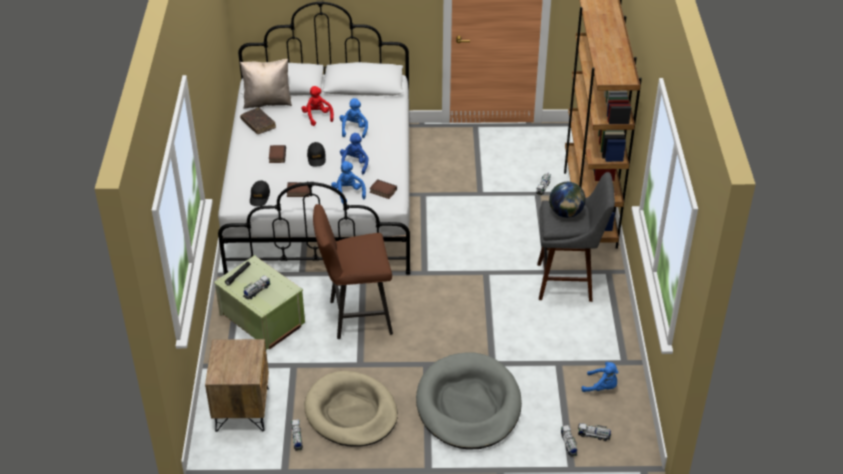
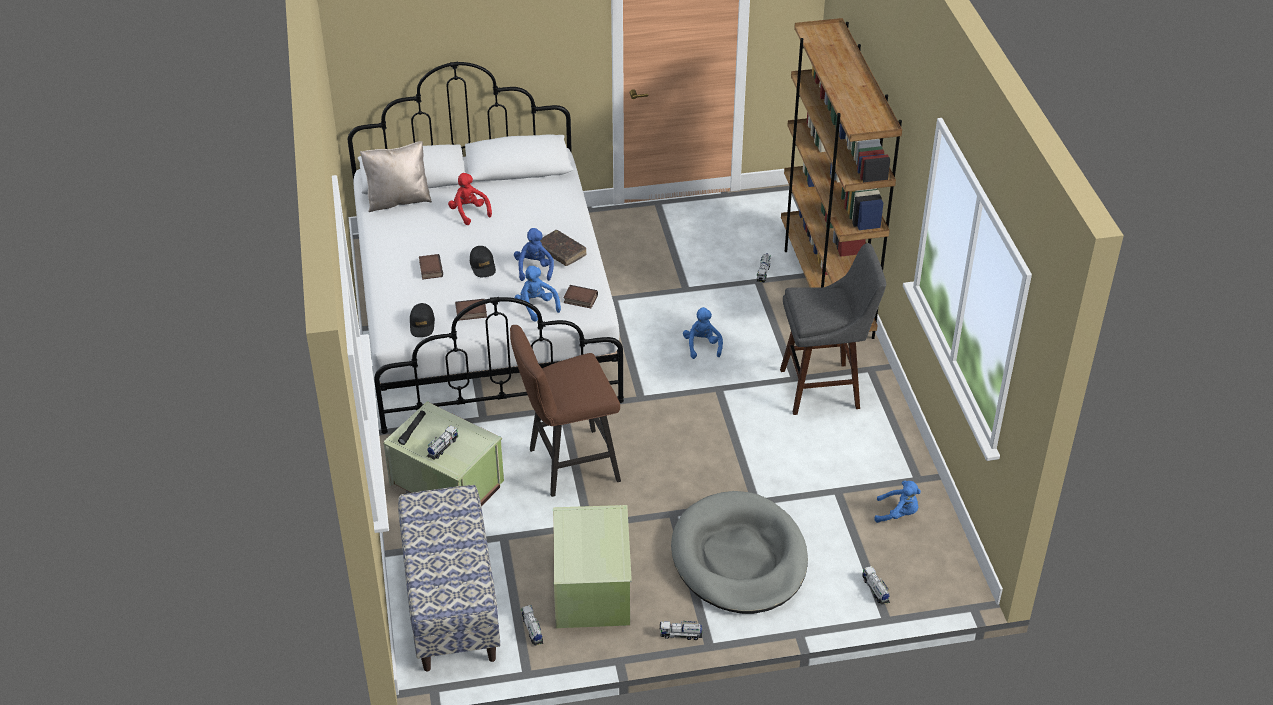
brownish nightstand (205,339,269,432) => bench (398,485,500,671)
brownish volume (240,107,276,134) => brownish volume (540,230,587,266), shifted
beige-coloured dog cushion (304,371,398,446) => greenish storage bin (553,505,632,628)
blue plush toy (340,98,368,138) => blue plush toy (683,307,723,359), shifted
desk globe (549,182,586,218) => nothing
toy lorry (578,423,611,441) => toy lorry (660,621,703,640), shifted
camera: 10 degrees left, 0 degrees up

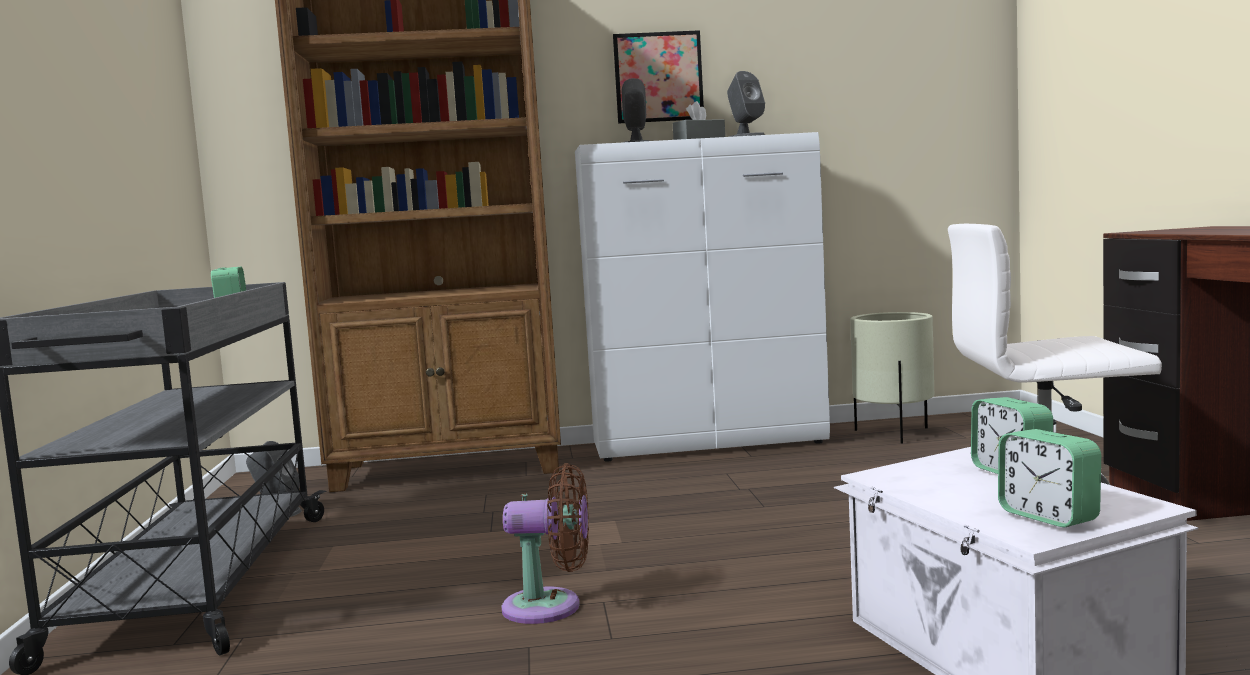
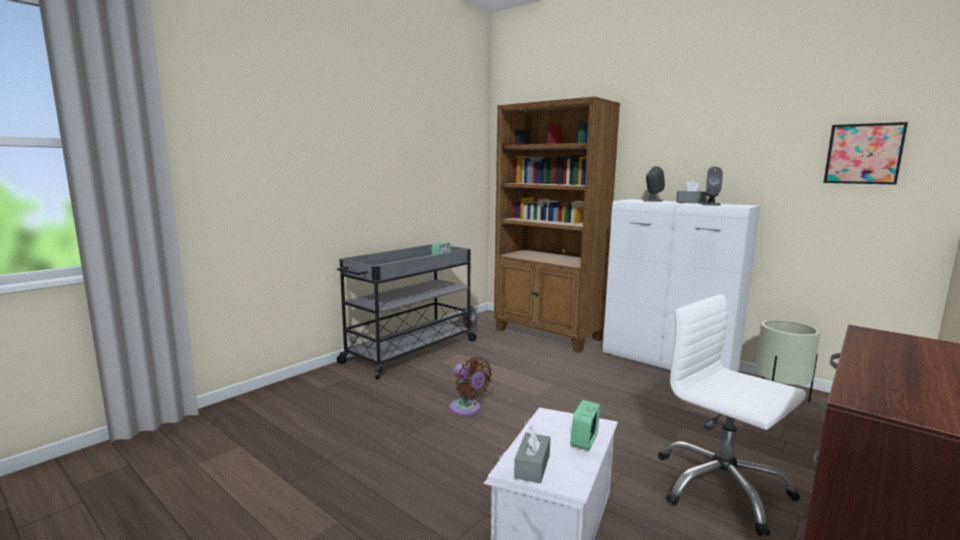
wall art (613,30,704,124) => wall art (823,122,908,185), shifted
bedside clock (998,429,1101,528) => grey tissue holder (514,427,550,483)
camera: 45 degrees right, 5 degrees up

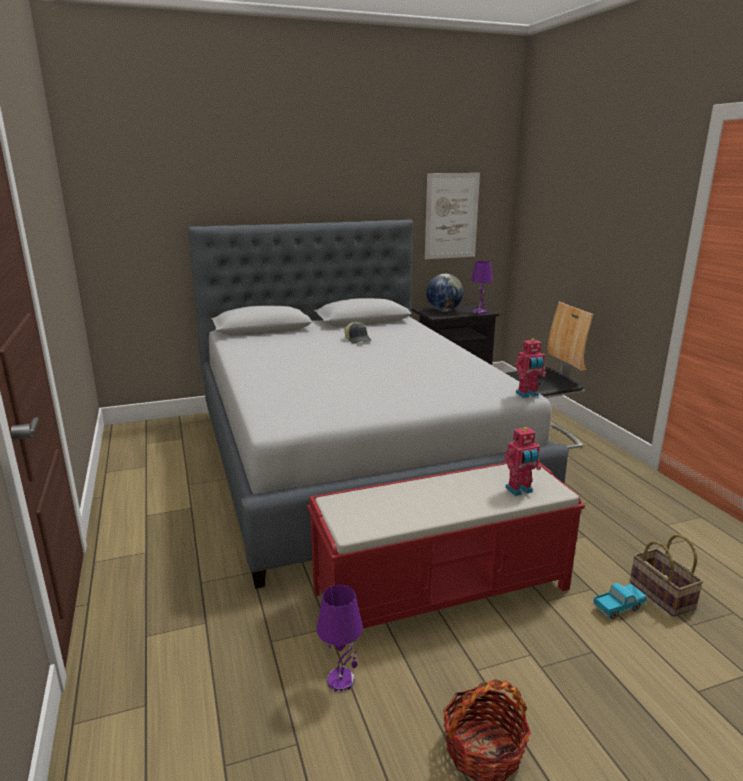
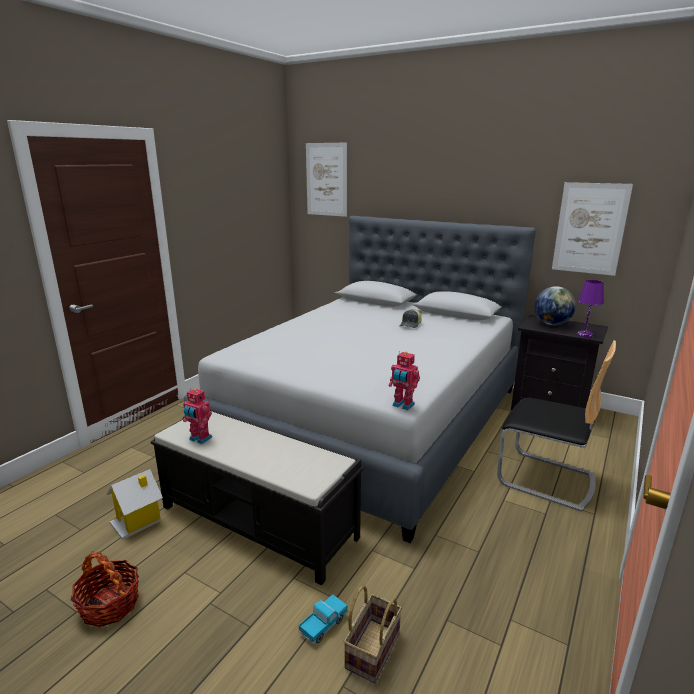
reddish bench (307,462,585,649) => black bench (151,409,364,586)
purple lamp for a table (317,585,363,692) => toy house (107,469,163,540)
robot figure (504,427,541,496) => robot figure (183,388,212,444), shifted
toy lorry (593,583,647,619) => toy lorry (298,595,348,645), 75 degrees counterclockwise
nothing => wall art (306,143,347,217)
camera: 50 degrees right, 0 degrees up

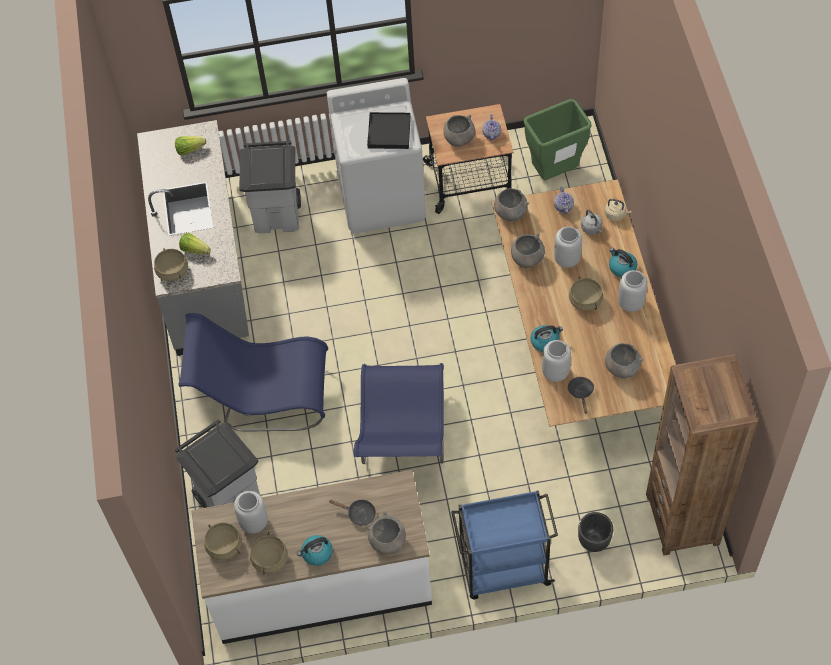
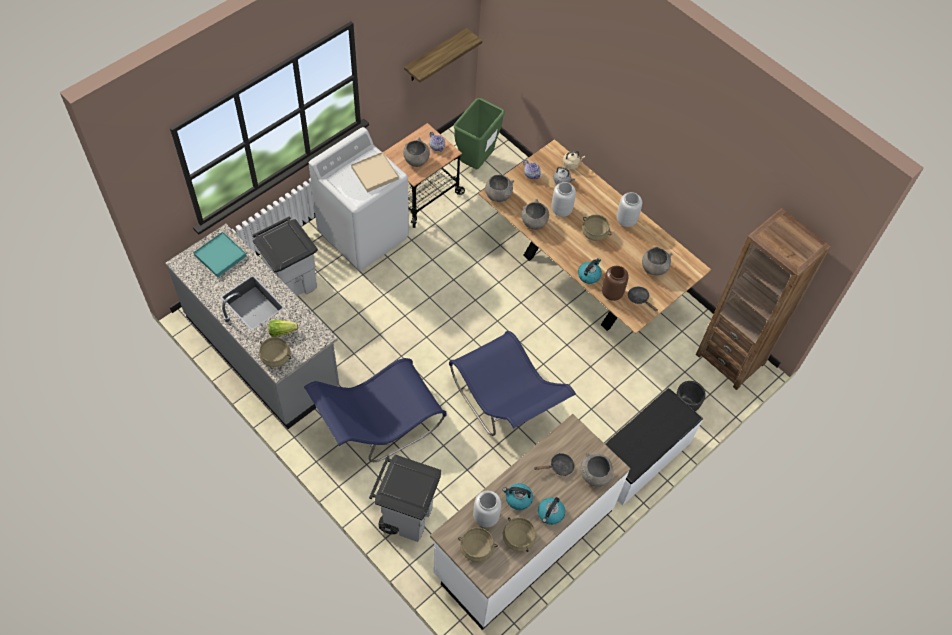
head of lettuce (175,136,206,155) => blue-green carrying tray (193,232,247,277)
black carrying tray (367,112,411,149) => beige-coloured carrying tray (351,152,399,192)
blue trolley (451,490,558,599) => white bench (605,388,703,506)
grey vase (542,340,571,382) => brownish vase (602,266,629,301)
water kettle (609,248,637,277) => water kettle (503,483,533,510), shifted
nothing => bracket shelf (404,28,482,83)
camera: 40 degrees left, 0 degrees up

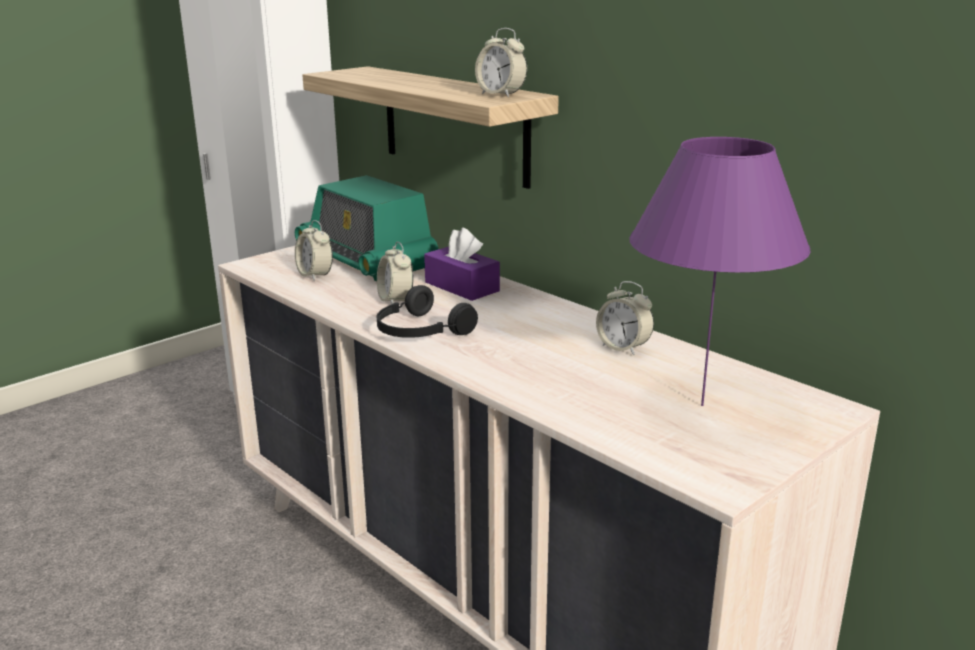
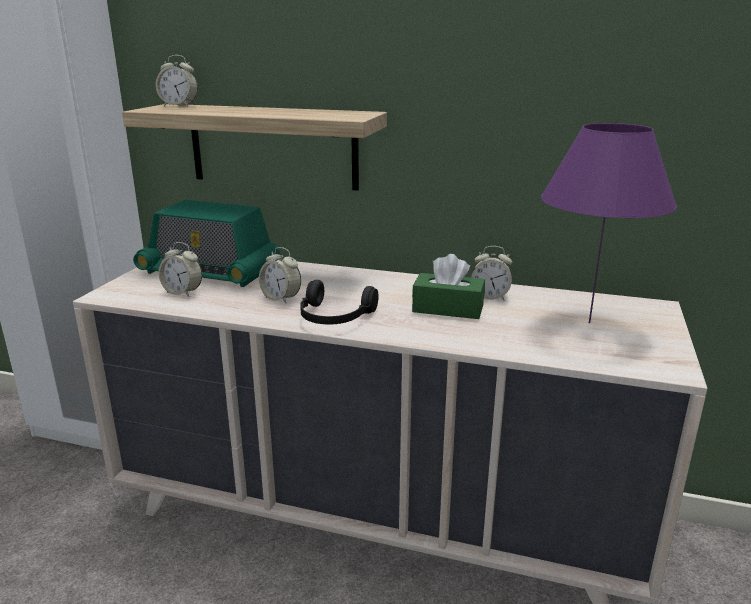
purple tissue holder (424,227,500,301) => nothing
bedside clock (475,28,527,97) => bedside clock (156,55,198,106), shifted
nothing => greenish tissue holder (412,254,485,319)
camera: 30 degrees left, 0 degrees up

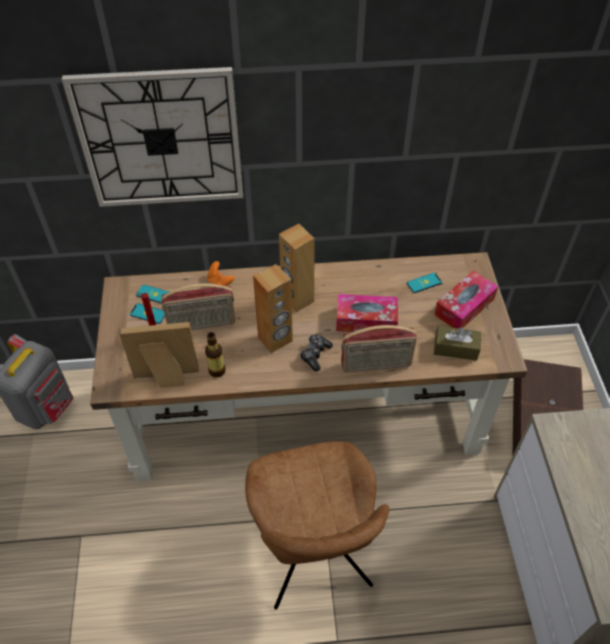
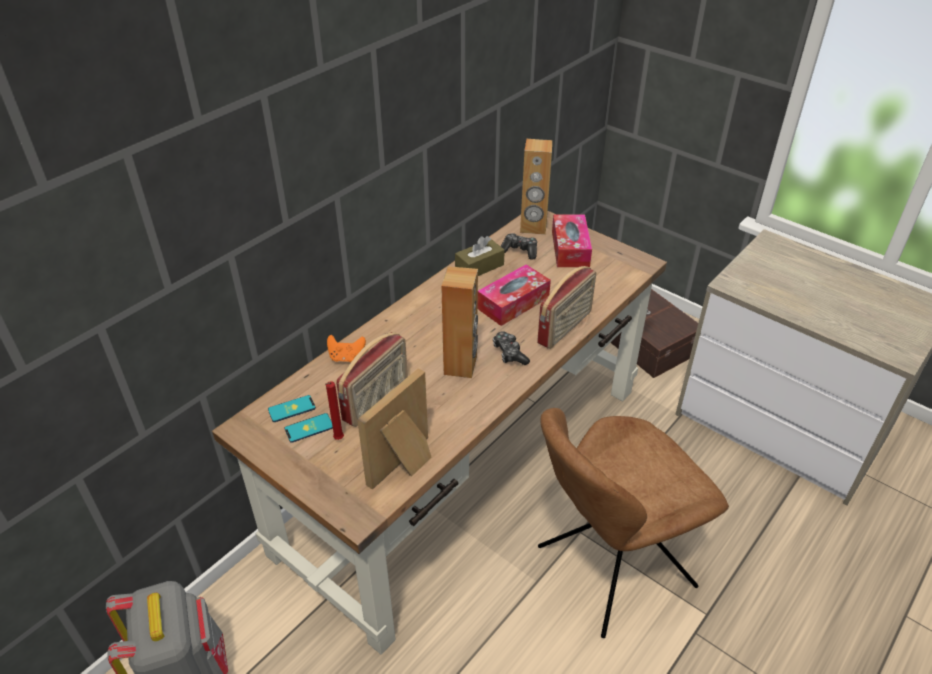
wall clock (62,67,243,207) => nothing
beverage bottle (205,332,225,378) => nothing
brownish plain chair (245,441,389,610) => brownish plain chair (538,408,729,638), 120 degrees clockwise
brownish loudspeaker (279,223,315,312) => brownish loudspeaker (520,139,552,235), shifted
telephone (407,273,442,293) => gamepad (501,233,537,260)
brownish tissue holder (434,326,481,361) => brownish tissue holder (455,236,505,276), shifted
camera: 45 degrees left, 10 degrees down

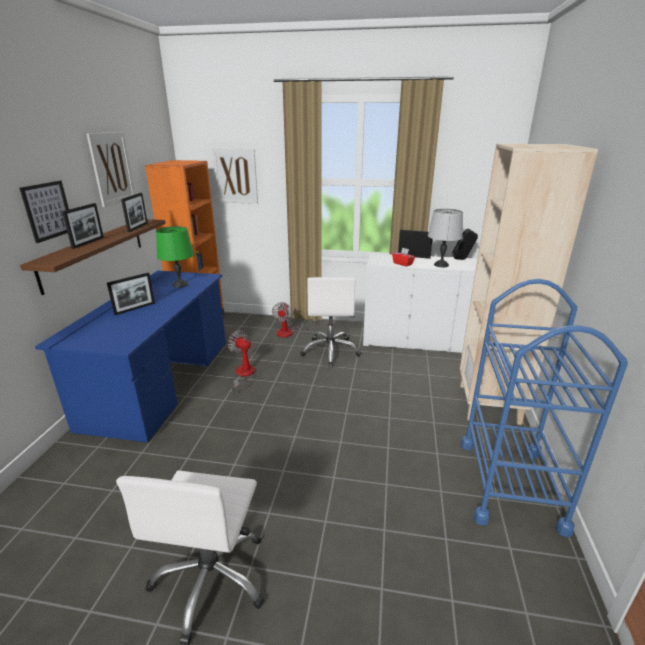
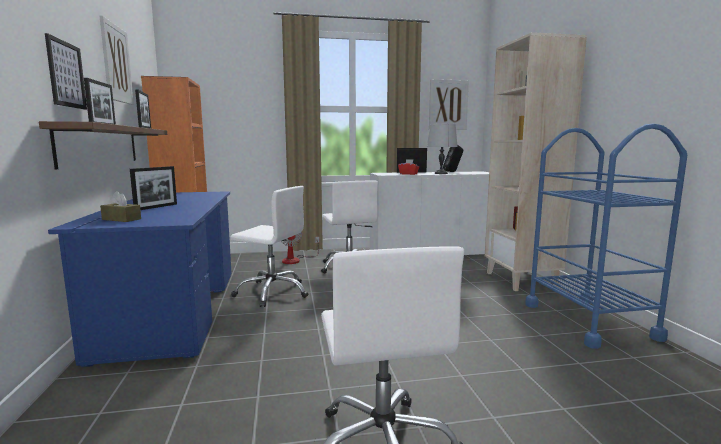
greenish lamp for a table (156,226,194,288) => nothing
wall art (212,149,258,204) => wall art (429,79,469,130), shifted
electric fan (228,330,255,394) => white office chair (230,186,308,307)
nothing => brownish tissue holder (100,191,141,222)
camera: 20 degrees left, 15 degrees down

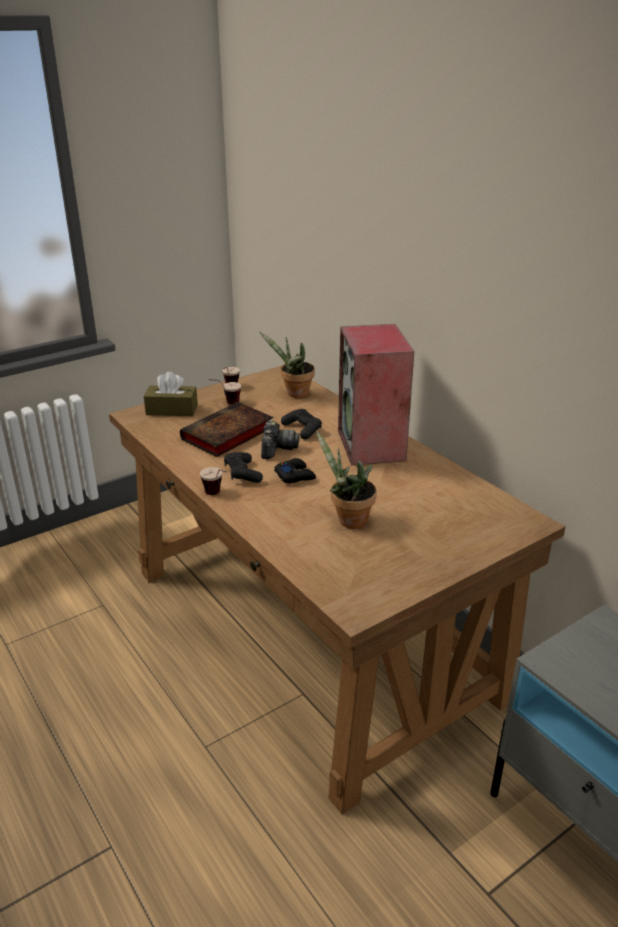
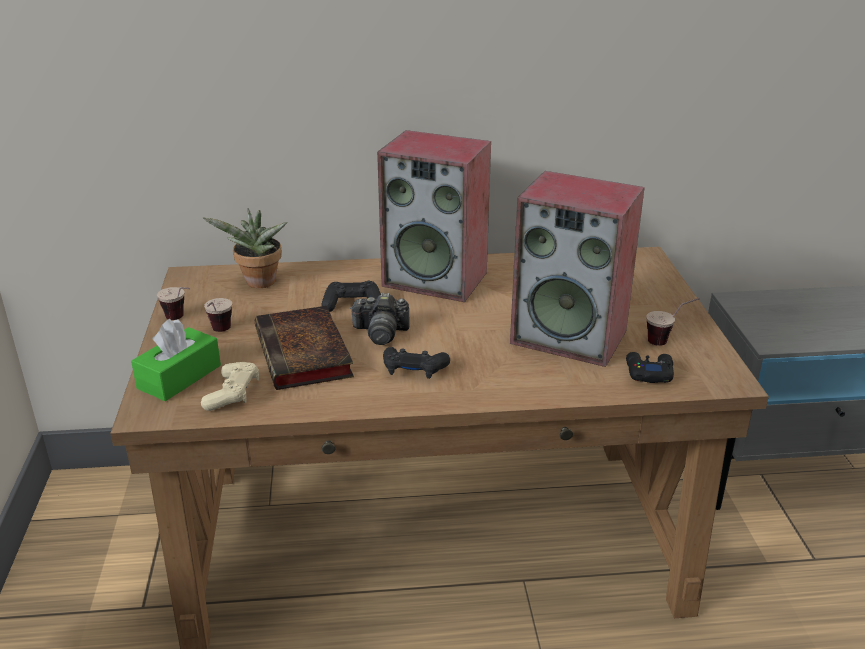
brownish tissue holder (144,372,198,416) => greenish tissue holder (131,319,221,401)
drinking cup (200,467,227,495) => drinking cup (646,298,699,346), shifted
photo camera (261,420,300,459) => photo camera (350,293,410,345), 150 degrees clockwise
black gamepad (274,458,316,483) => black gamepad (626,352,674,383), shifted
houseplant (316,431,377,529) => loudspeaker (510,171,645,367)
nothing => beige-coloured gamepad (201,362,259,411)
camera: 60 degrees left, 0 degrees up

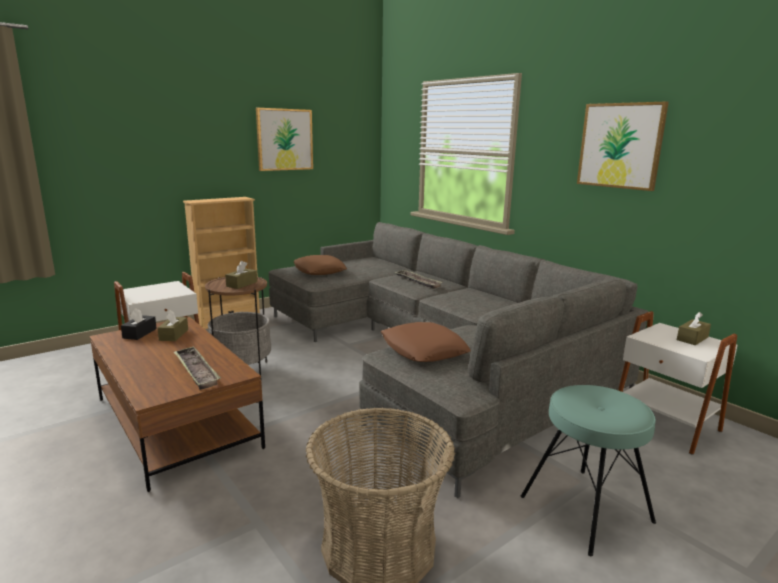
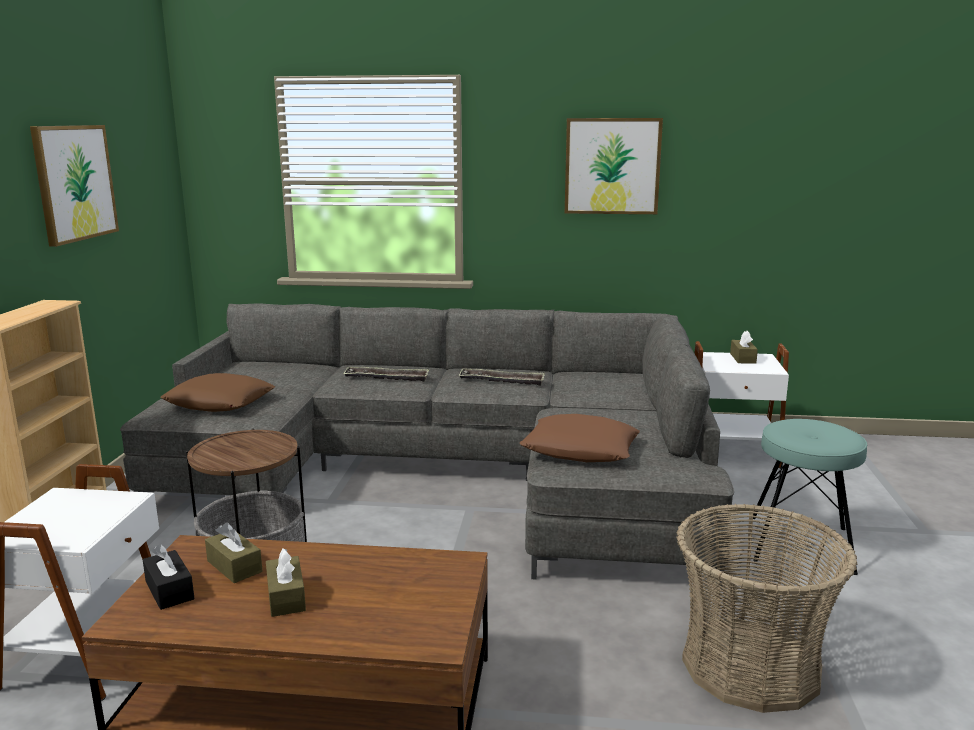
carrying tray (173,346,221,390) => carrying tray (458,368,545,386), shifted
brownish tissue holder (225,261,257,289) => brownish tissue holder (266,548,306,617), shifted
camera: 45 degrees left, 0 degrees up

